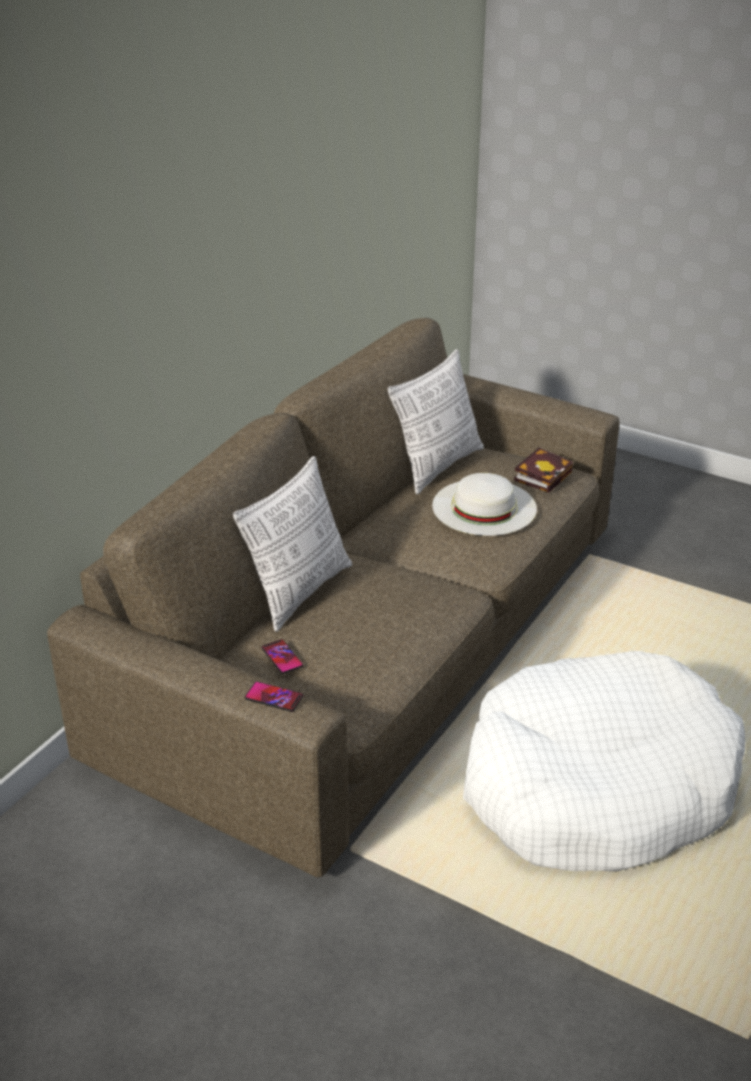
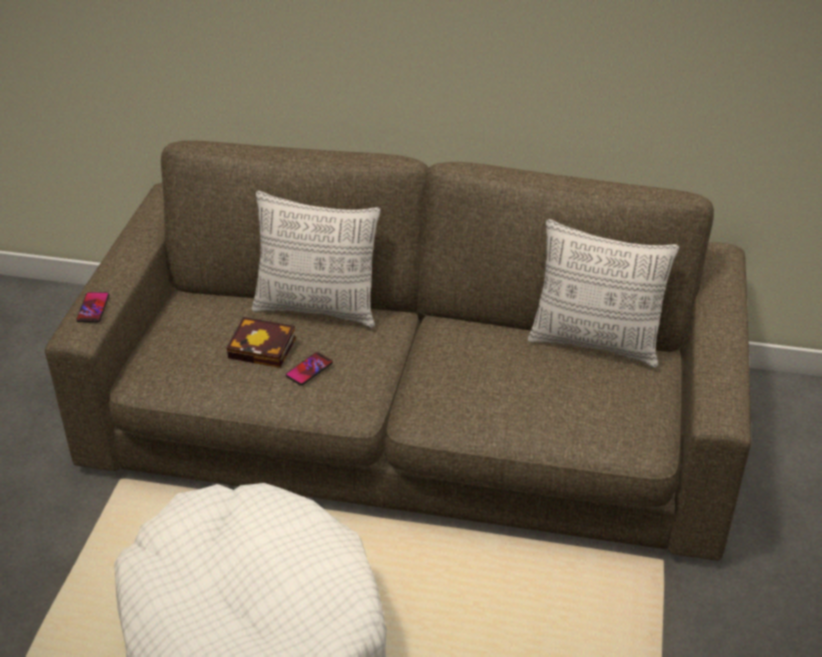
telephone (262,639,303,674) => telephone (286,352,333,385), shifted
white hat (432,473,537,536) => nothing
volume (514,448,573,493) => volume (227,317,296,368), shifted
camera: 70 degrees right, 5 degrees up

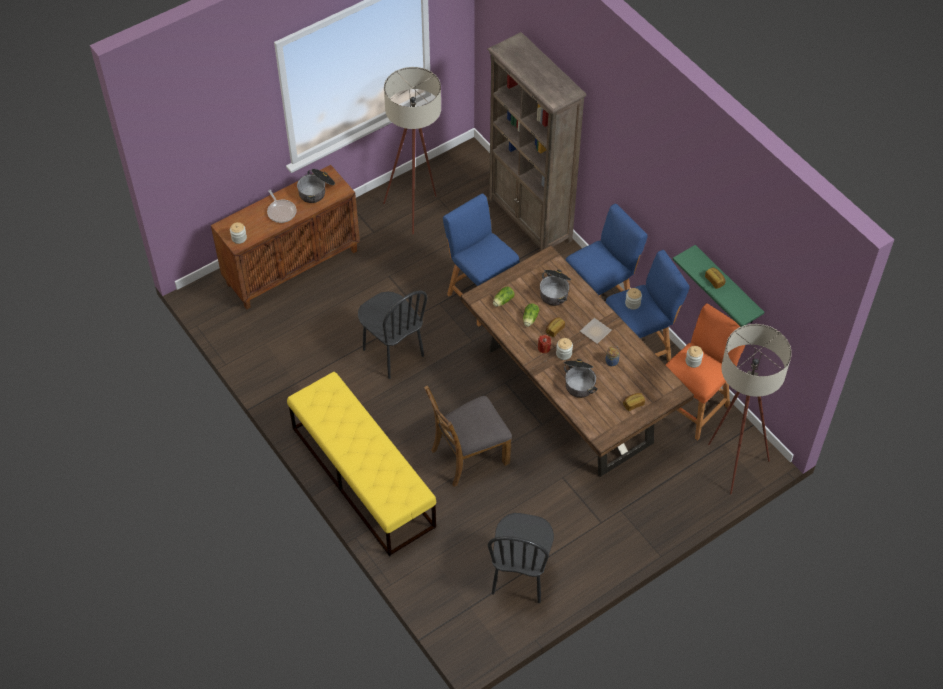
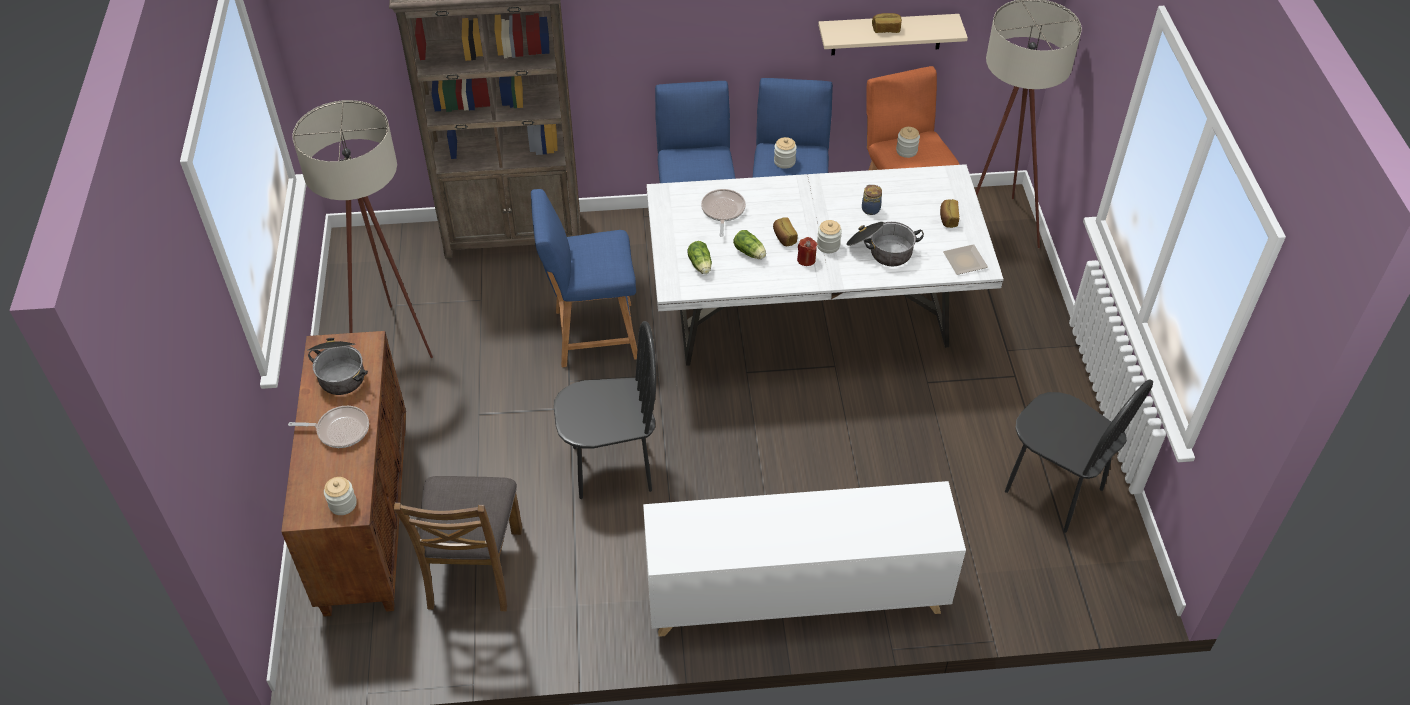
yellowish bench (287,372,436,556) => white cupboard (643,481,966,637)
brownish plain chair (424,385,512,487) => brownish plain chair (394,476,522,611), shifted
brownish kitchen table (461,245,694,477) => white kitchen table (646,164,1004,366)
saucepot (540,269,571,306) => frying pan (701,189,746,237)
plate (580,318,612,344) => plate (943,244,988,275), shifted
greenish bracket shelf (673,245,764,327) => beige-coloured bracket shelf (818,14,968,55)
camera: 60 degrees left, 5 degrees down

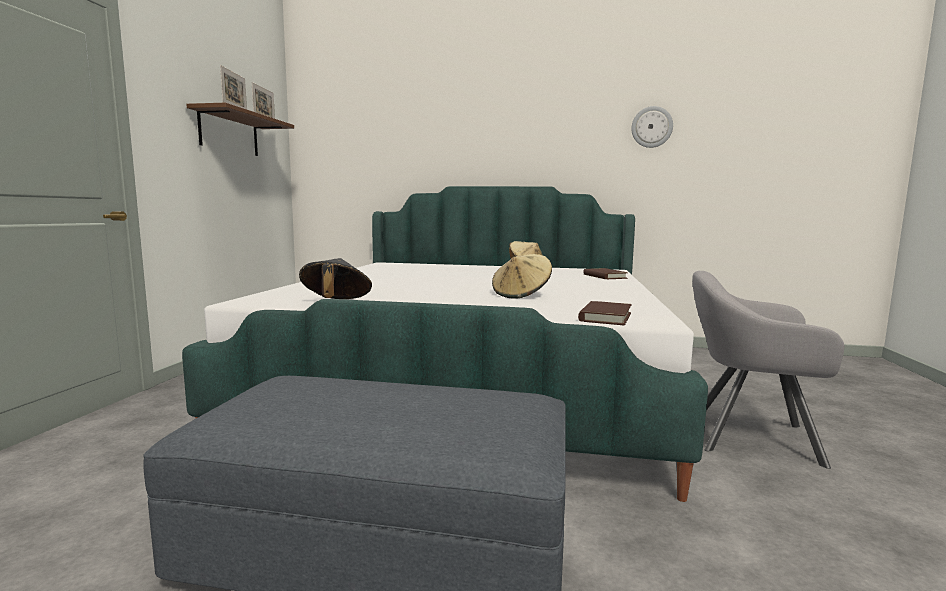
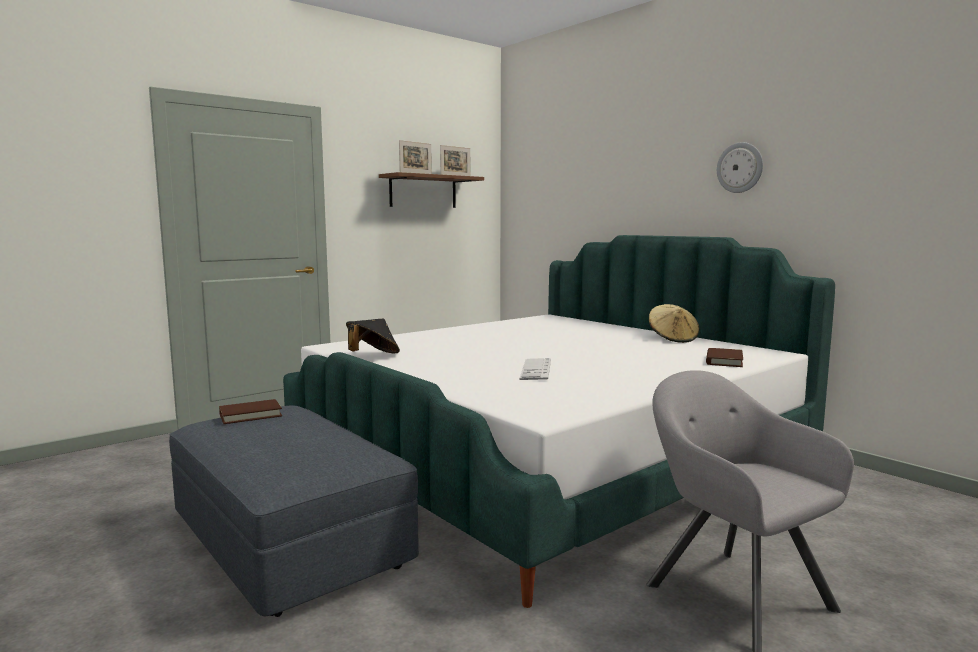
beige-coloured hat (492,254,552,299) => computer keyboard (519,358,551,380)
brownish volume (578,301,632,326) => brownish volume (219,399,282,424), shifted
wall clock (631,106,673,148) => wall clock (717,142,763,193), shifted
camera: 40 degrees right, 0 degrees up

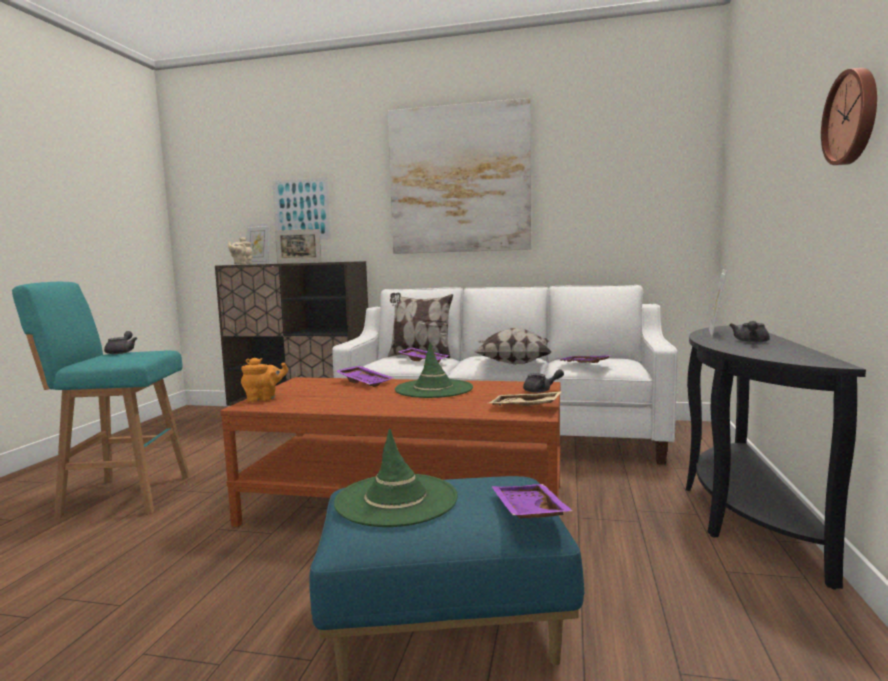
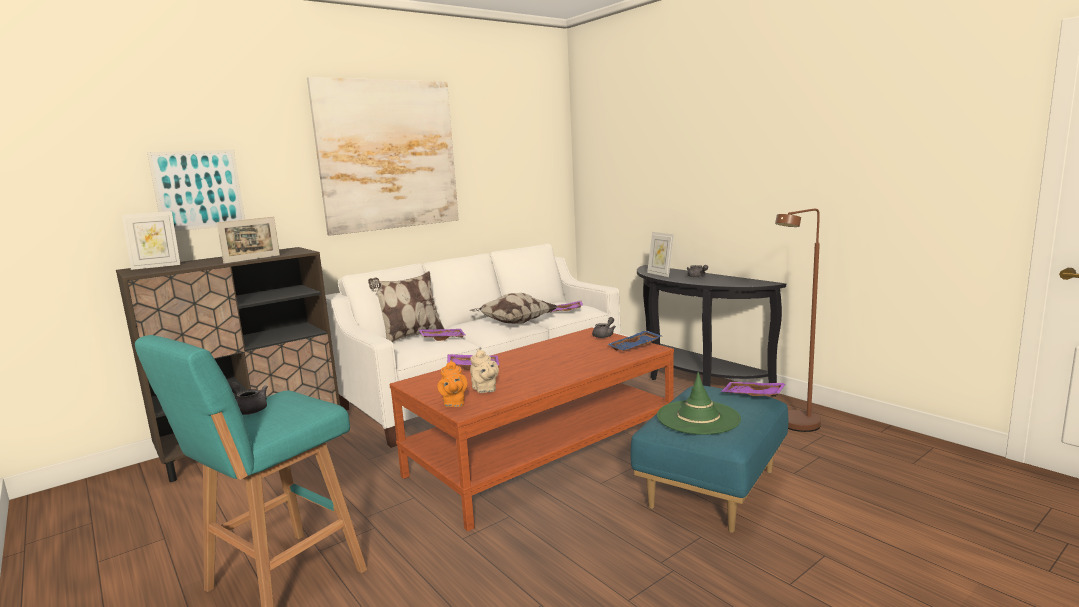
beige-coloured teapot (228,237,252,265) => beige-coloured teapot (470,349,499,393), shifted
orangey teapot (241,357,288,402) => orangey teapot (437,360,468,407), 150 degrees clockwise
greenish hat (395,342,473,398) => nothing
beige-coloured carrying tray (489,391,563,406) => blue carrying tray (607,330,662,351)
wall clock (821,68,877,165) => nothing
nothing => brownish standard lamp (775,209,821,432)
camera: 50 degrees left, 5 degrees up

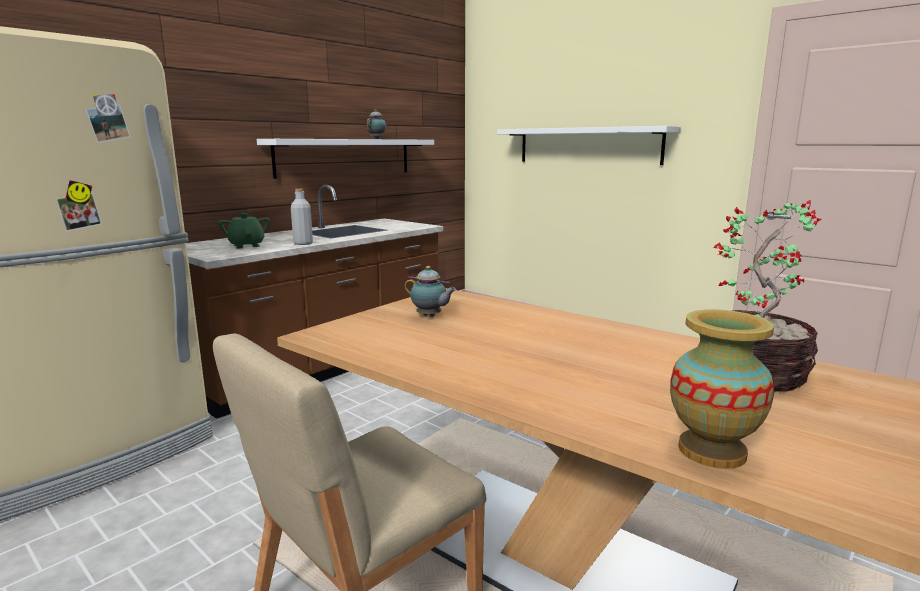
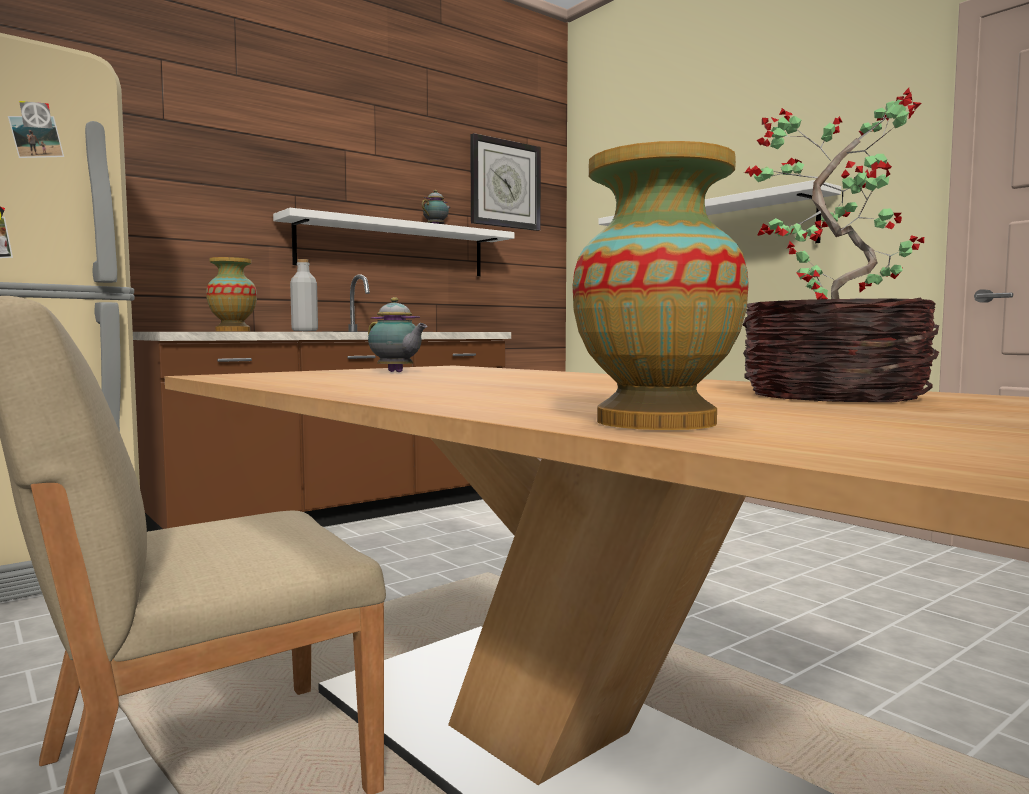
greenish teapot (218,213,270,248) => vase (206,257,257,331)
nothing => wall clock (470,133,541,231)
camera: 10 degrees right, 10 degrees down

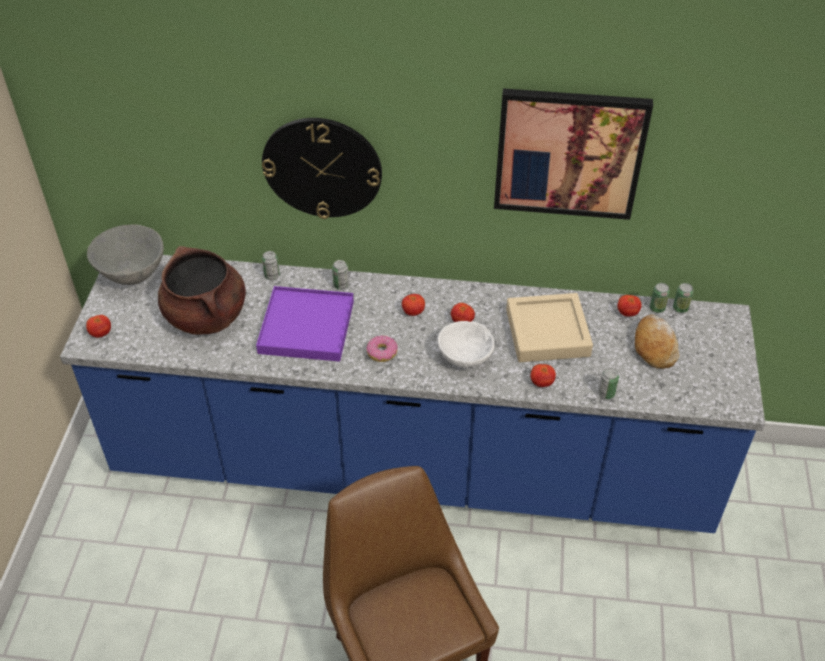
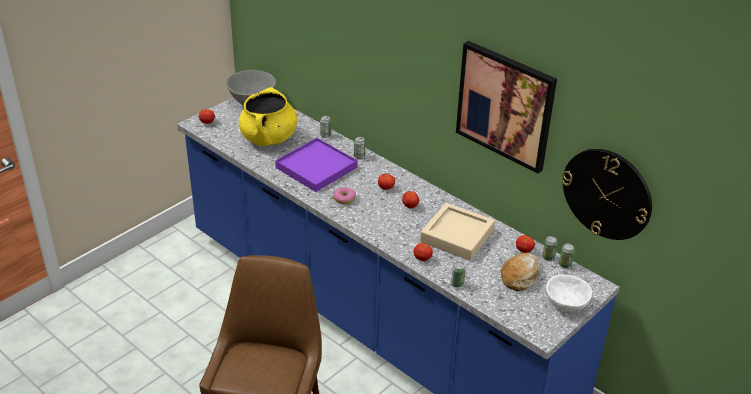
brownish saucepot (158,246,246,335) => yellowish saucepot (239,87,297,146)
wall clock (262,118,382,219) => wall clock (562,149,652,240), shifted
white bowl (437,321,494,368) => white bowl (546,275,592,312), shifted
camera: 35 degrees right, 10 degrees down

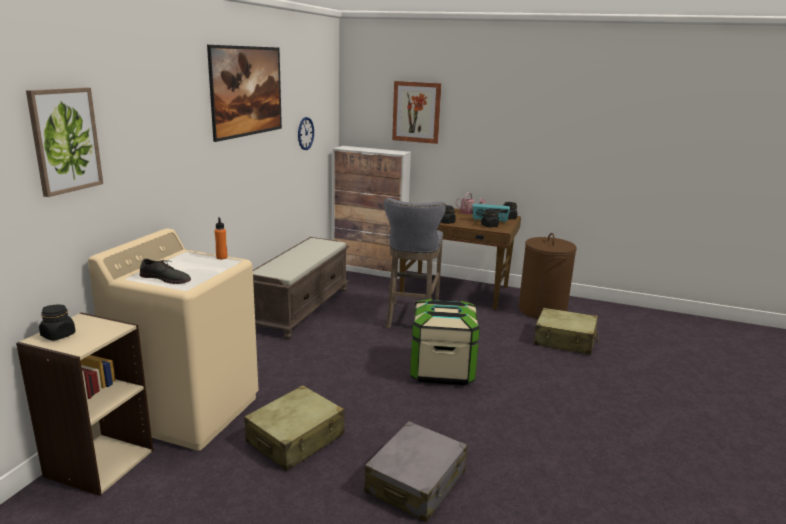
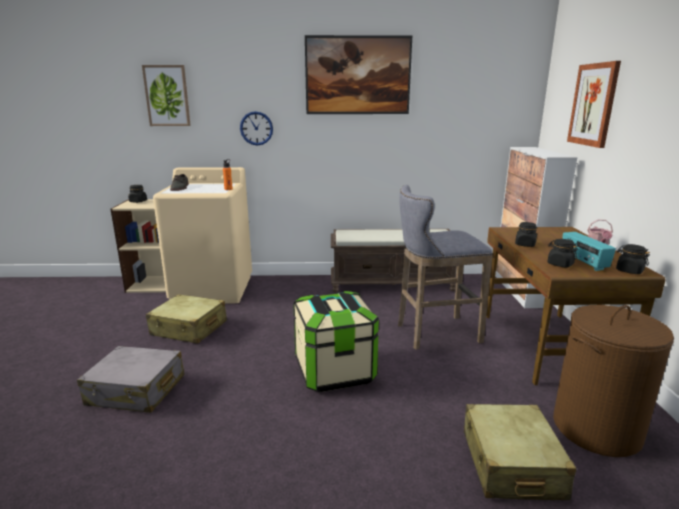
wall clock (298,117,314,150) => wall clock (240,111,273,145), shifted
camera: 70 degrees right, 0 degrees up

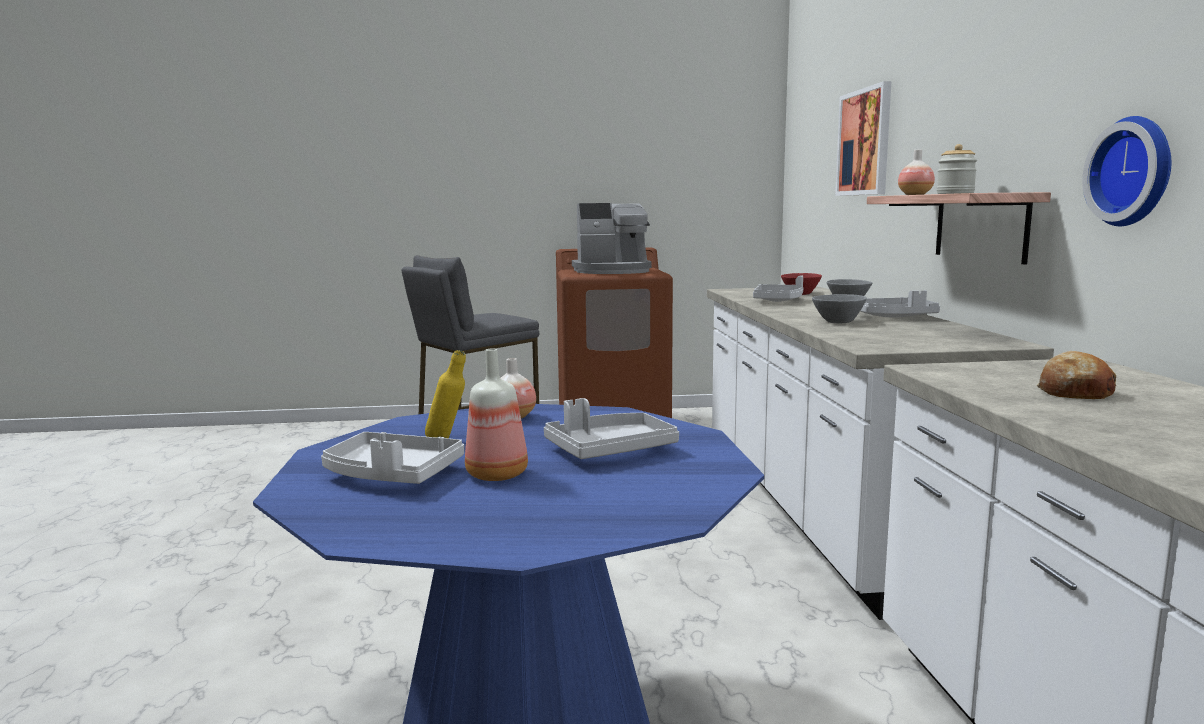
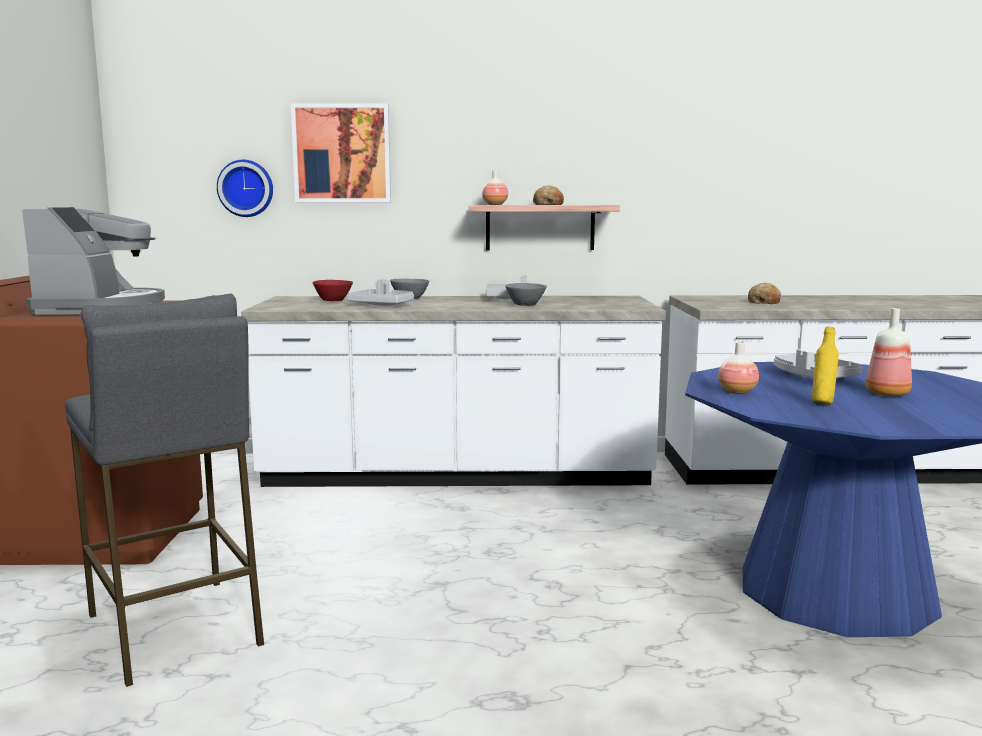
white carrying tray (321,432,464,484) => nothing
storage jar (937,144,977,194) => baked bread (533,185,564,205)
wall clock (1082,116,1171,226) => wall clock (217,160,273,217), shifted
camera: 85 degrees left, 0 degrees up

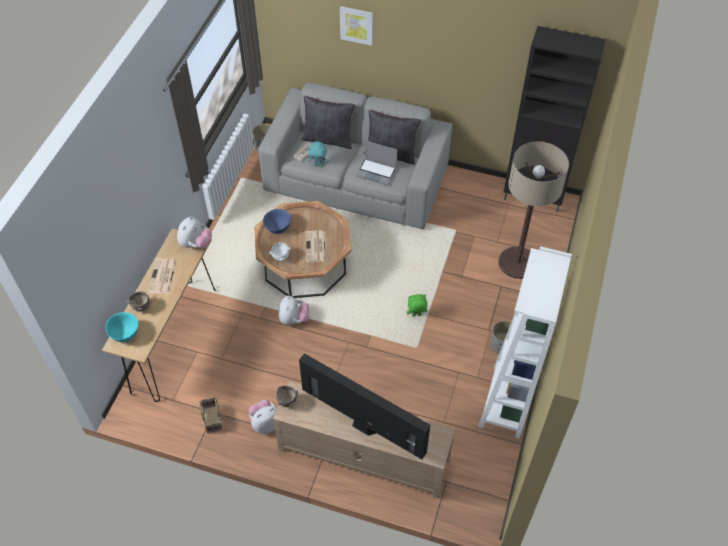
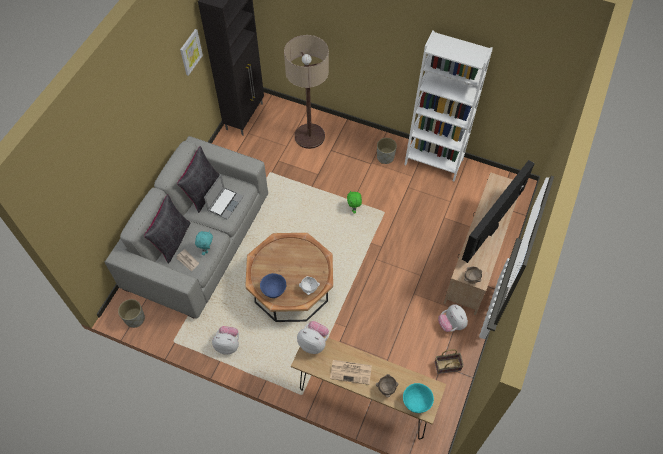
plush toy (279,296,309,325) => plush toy (212,326,239,355), shifted
newspaper (306,231,326,262) => nothing
wall art (340,6,373,46) => wall art (180,29,203,76), shifted
camera: 85 degrees left, 5 degrees up

